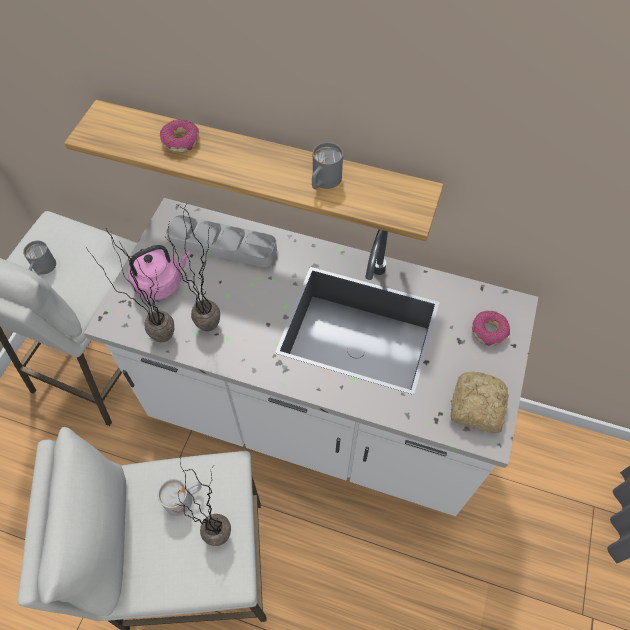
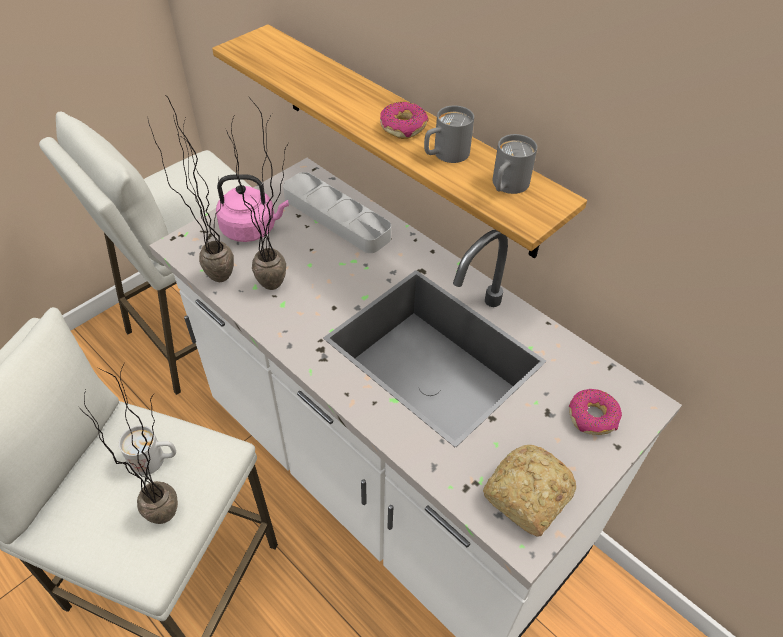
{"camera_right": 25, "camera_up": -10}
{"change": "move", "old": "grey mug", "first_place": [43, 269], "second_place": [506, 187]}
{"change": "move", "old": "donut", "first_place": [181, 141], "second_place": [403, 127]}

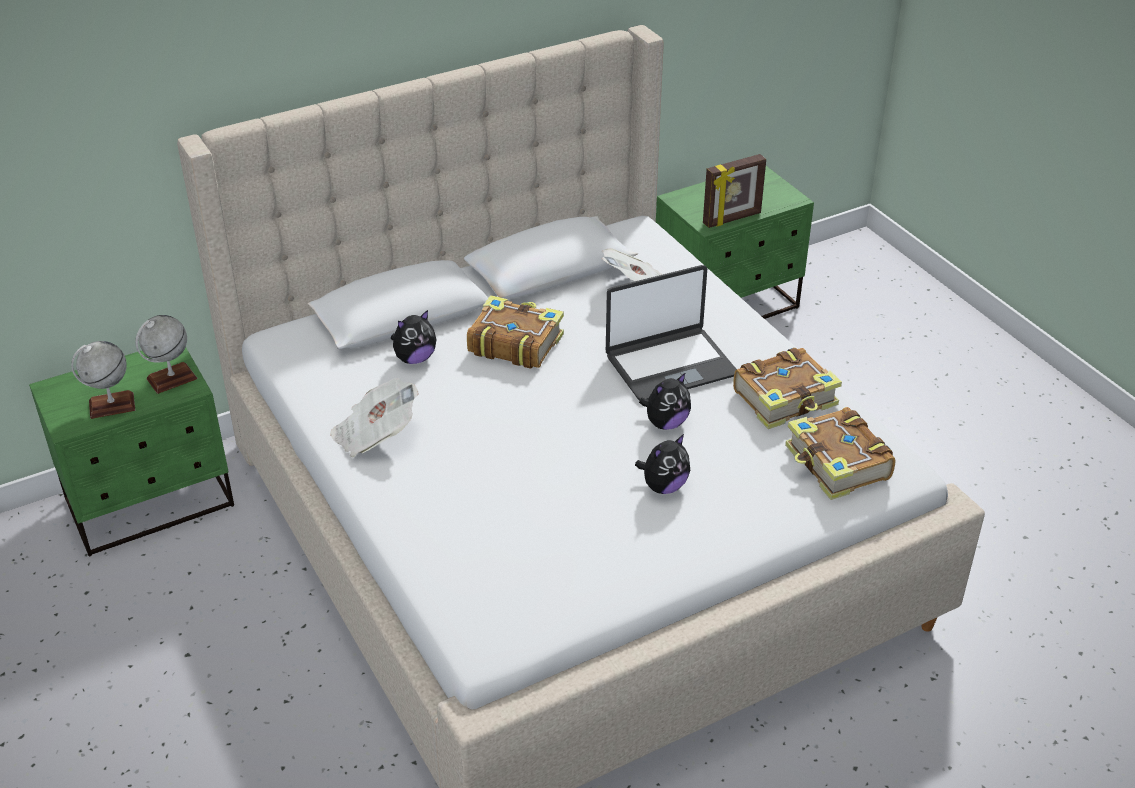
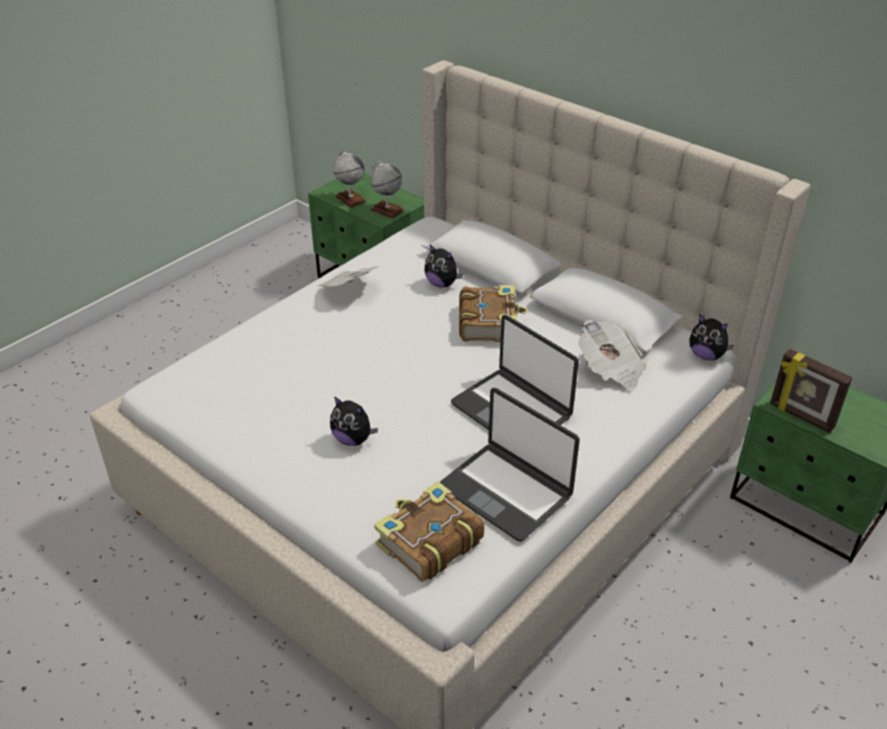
{"camera_right": 70, "camera_up": 0}
{"change": "move", "old": "plush toy", "first_place": [665, 423], "second_place": [706, 355]}
{"change": "replace", "old": "book", "new": "laptop", "first_place": [786, 399], "second_place": [506, 491]}

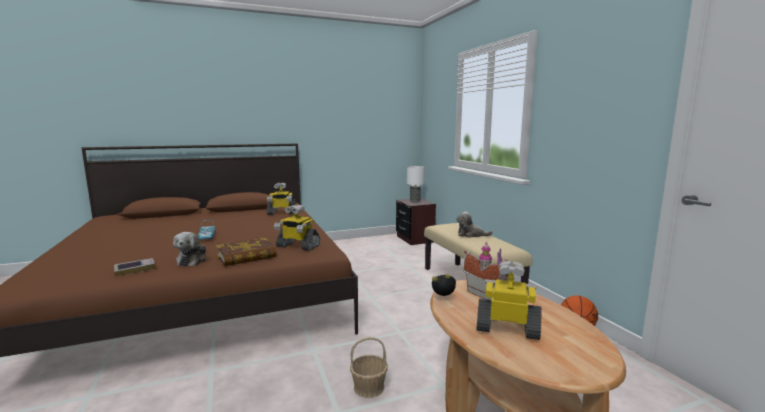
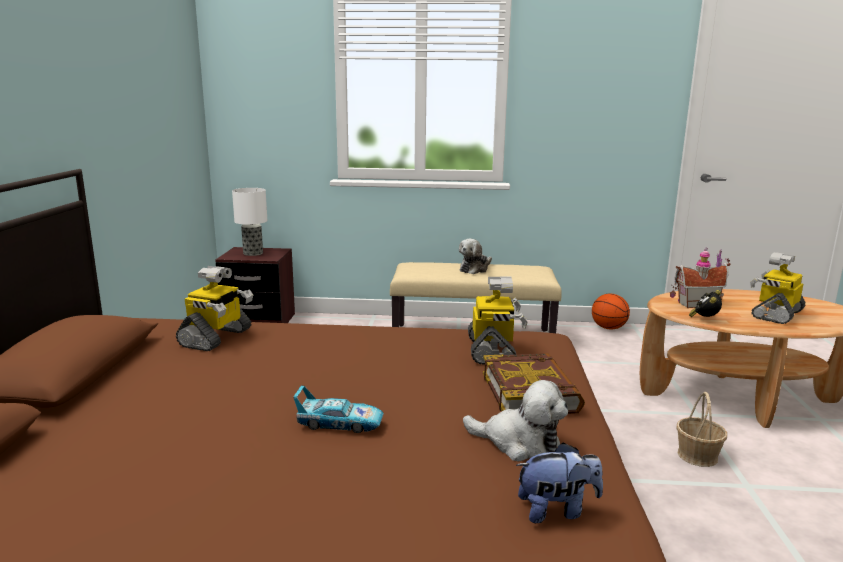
{"camera_right": -65, "camera_up": 5}
{"change": "replace", "old": "book", "new": "plush toy", "first_place": [135, 269], "second_place": [557, 510]}
{"change": "rotate", "old": "toy robot", "first_place": [297, 246], "second_place": [492, 351], "degrees": -45}

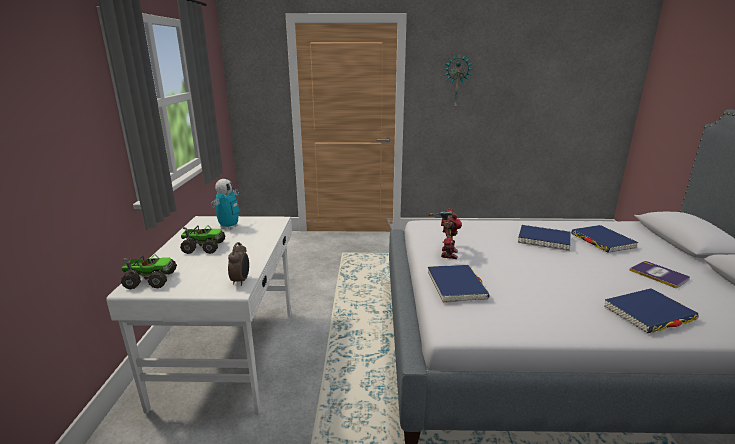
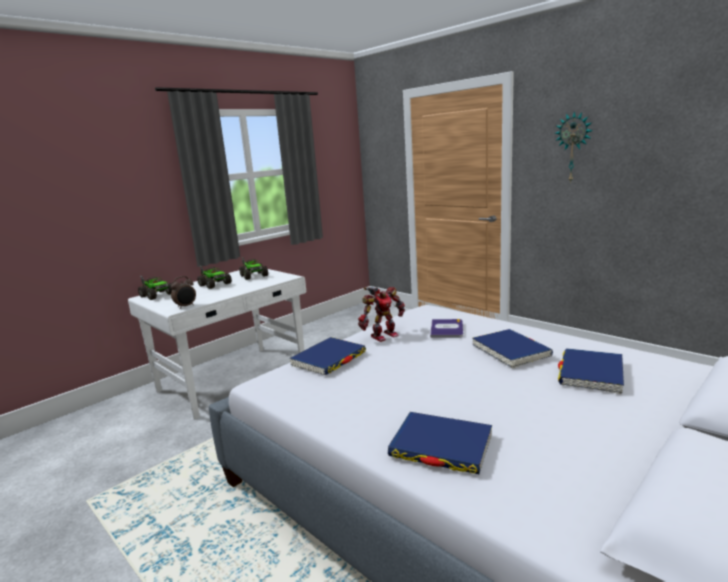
{"camera_right": 45, "camera_up": -5}
{"change": "replace", "old": "toy robot", "new": "toy truck", "first_place": [229, 227], "second_place": [254, 276]}
{"change": "move", "old": "book", "first_place": [659, 275], "second_place": [446, 329]}

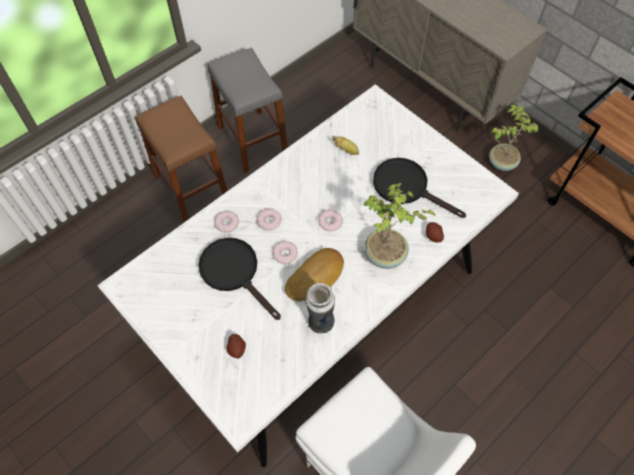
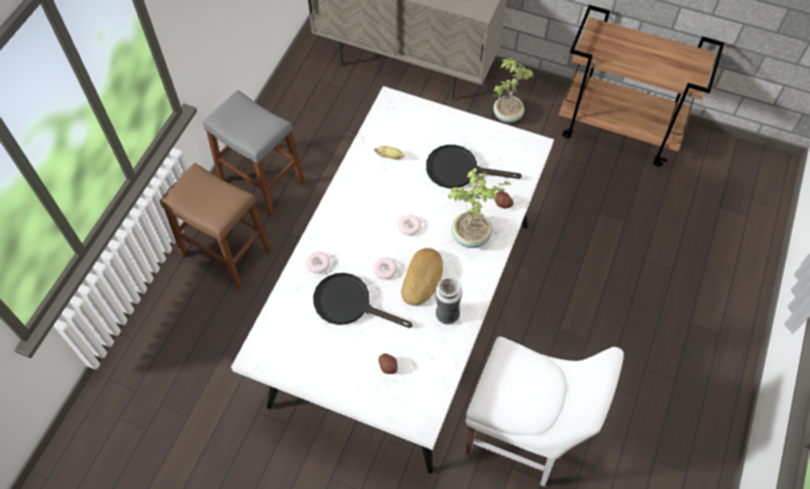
{"camera_right": -25, "camera_up": 0}
{"change": "delete", "old": "donut", "first_place": [269, 221]}

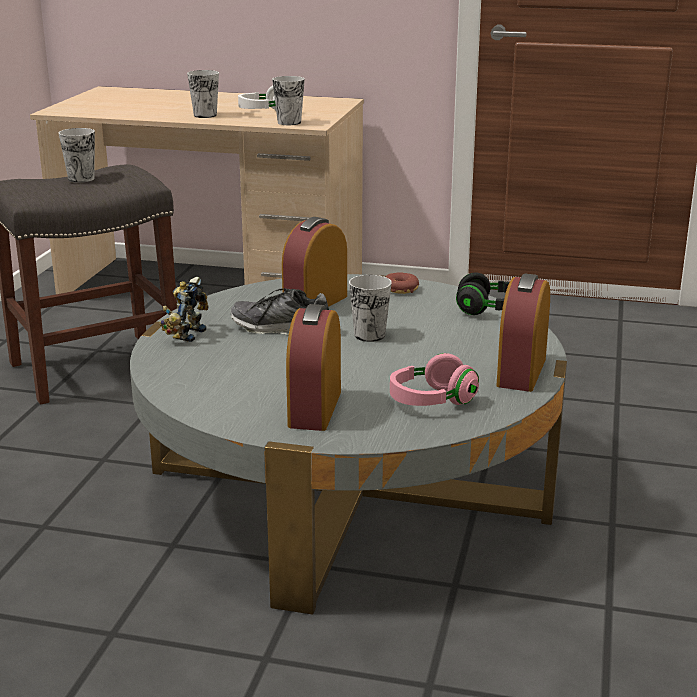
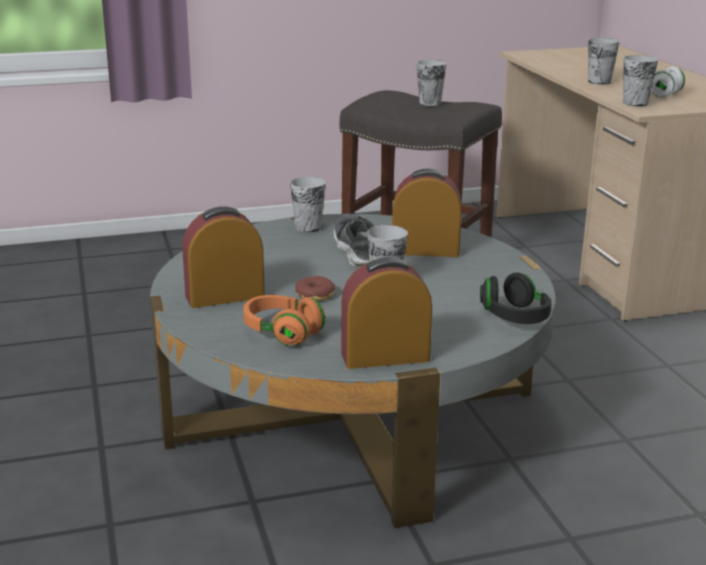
{"camera_right": 60, "camera_up": 0}
{"change": "replace", "old": "toy robot", "new": "cup", "first_place": [186, 334], "second_place": [308, 227]}
{"change": "move", "old": "donut", "first_place": [400, 289], "second_place": [315, 295]}
{"change": "recolor", "old": "pink headphones", "new": "orange headphones", "first_place": [431, 401], "second_place": [282, 332]}

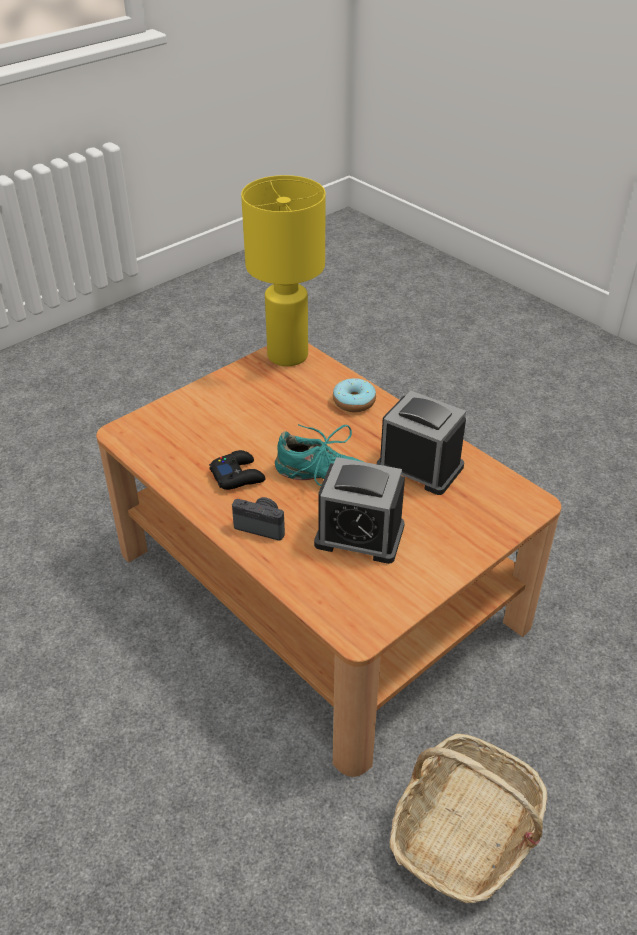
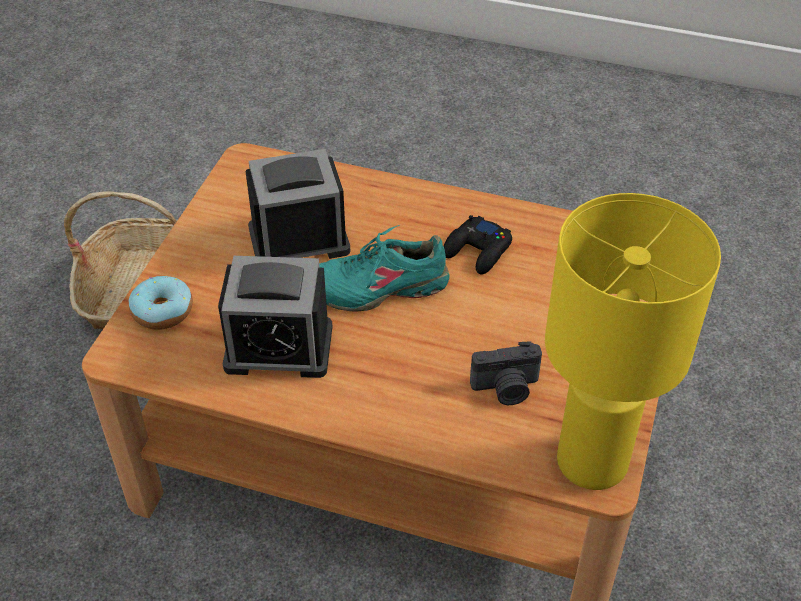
{"camera_right": 150, "camera_up": 5}
{"change": "move", "old": "photo camera", "first_place": [262, 525], "second_place": [506, 389]}
{"change": "move", "old": "donut", "first_place": [354, 402], "second_place": [162, 311]}

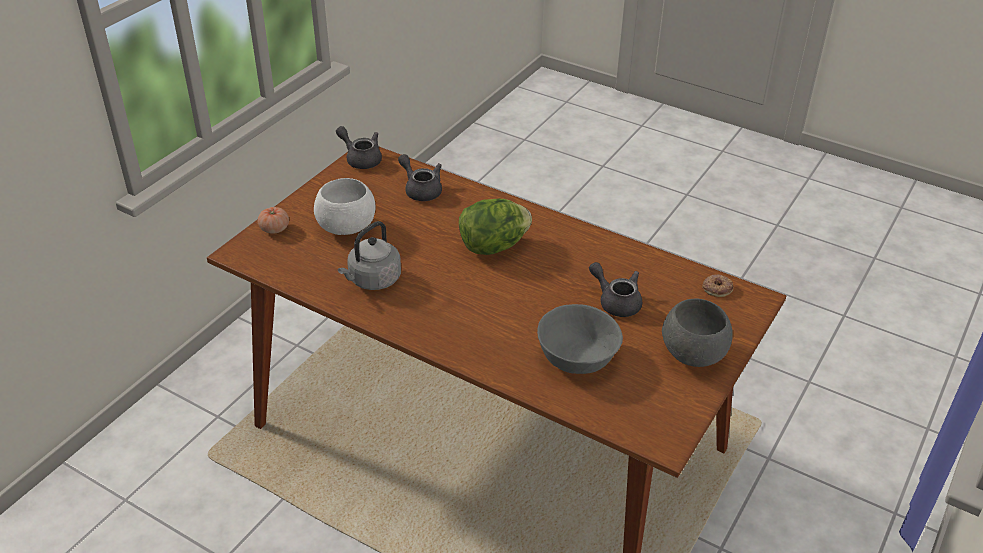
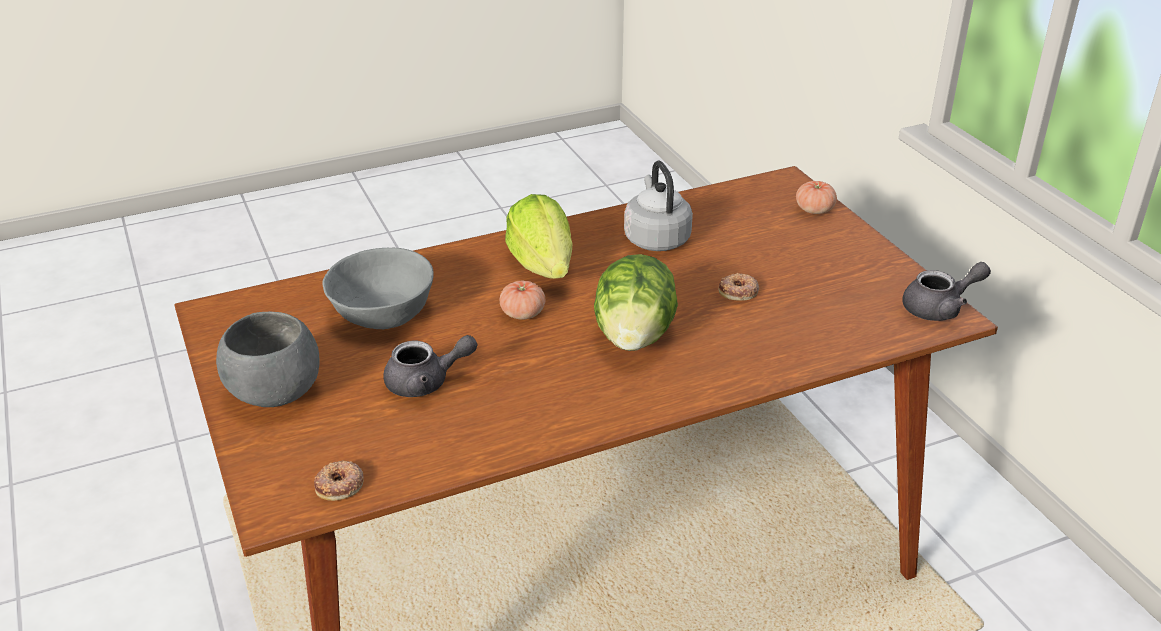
{"camera_right": 125, "camera_up": -5}
{"change": "delete", "old": "white bowl", "first_place": [347, 228]}
{"change": "delete", "old": "grey teapot", "first_place": [421, 189]}
{"change": "insert", "new": "tomato", "second_place": [522, 313]}
{"change": "insert", "new": "lettuce", "second_place": [543, 265]}
{"change": "insert", "new": "donut", "second_place": [739, 291]}

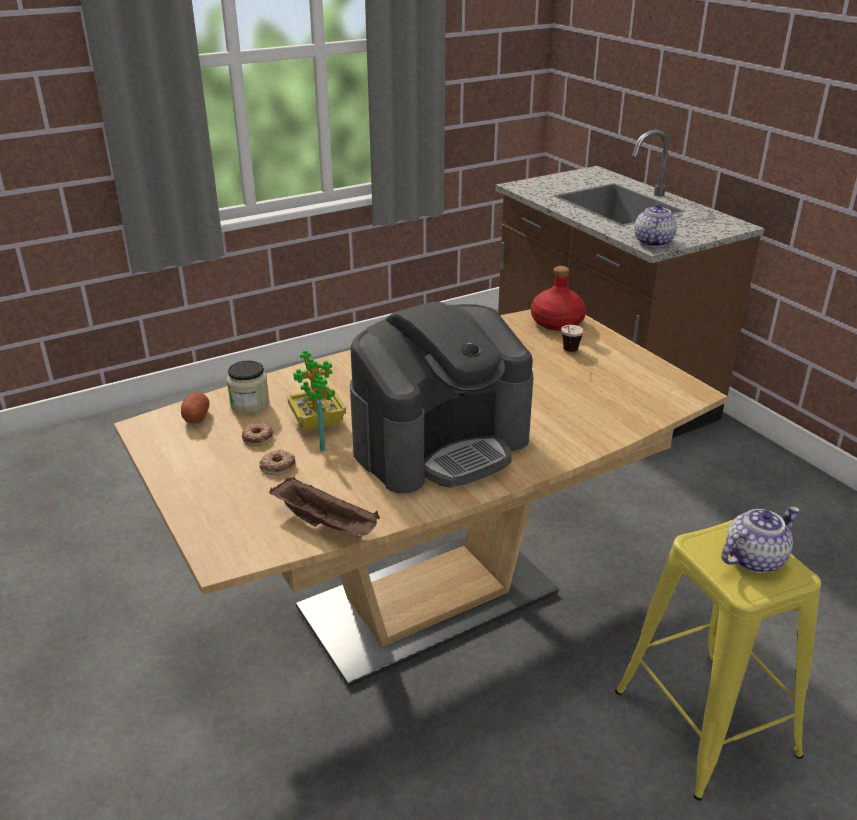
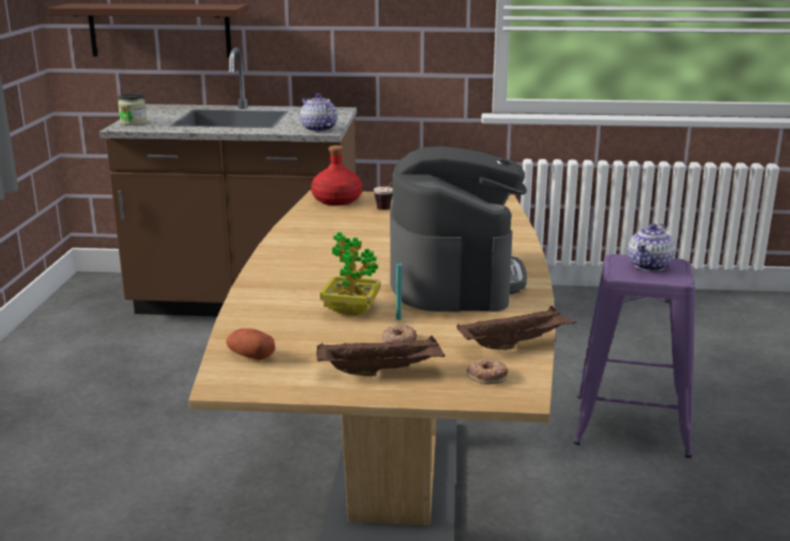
{"camera_right": -55, "camera_up": -10}
{"change": "move", "old": "jar", "first_place": [250, 404], "second_place": [133, 123]}
{"change": "move", "old": "donut", "first_place": [258, 437], "second_place": [487, 375]}
{"change": "recolor", "old": "yellow stool", "new": "purple stool", "first_place": [705, 722], "second_place": [631, 425]}
{"change": "rotate", "old": "teapot", "first_place": [754, 558], "second_place": [650, 266], "degrees": -150}
{"change": "insert", "new": "brown shelf", "second_place": [160, 30]}
{"change": "insert", "new": "brown tray", "second_place": [382, 371]}

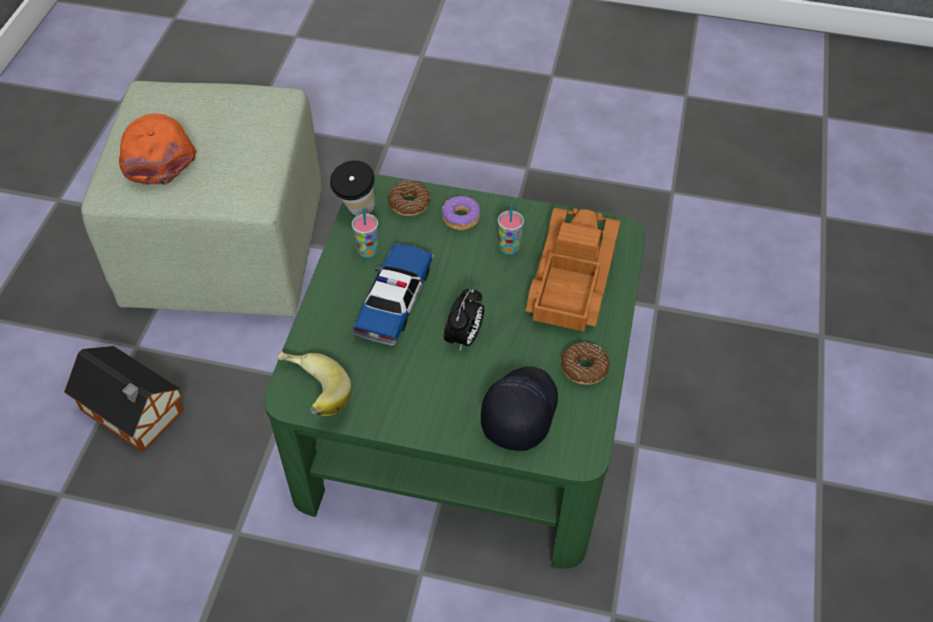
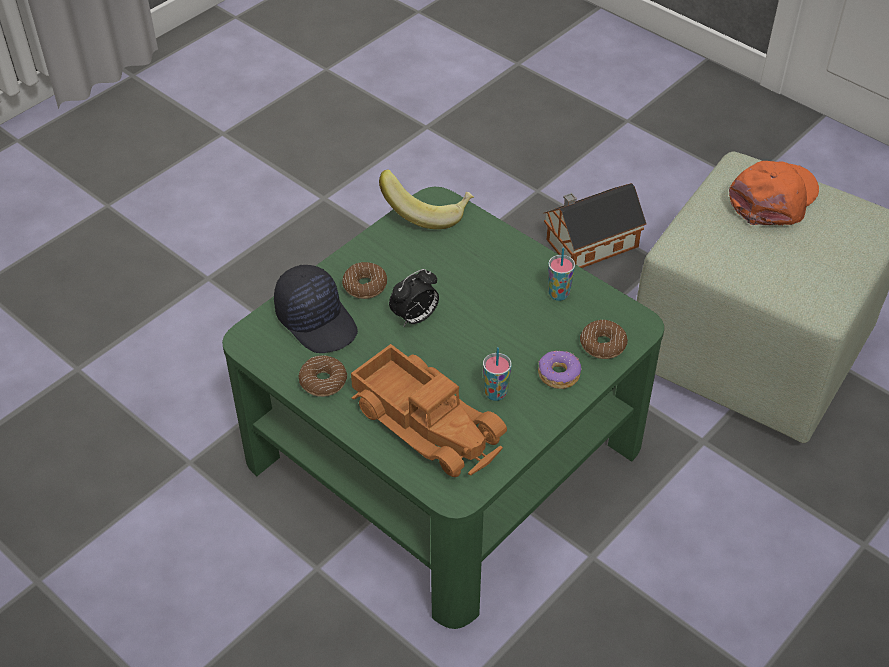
{"camera_right": 120, "camera_up": -5}
{"change": "rotate", "old": "orange cap", "first_place": [156, 153], "second_place": [774, 198], "degrees": -60}
{"change": "delete", "old": "cup", "first_place": [357, 213]}
{"change": "delete", "old": "toy car", "first_place": [395, 300]}
{"change": "rotate", "old": "alarm clock", "first_place": [464, 338], "second_place": [415, 318], "degrees": -90}
{"change": "insert", "new": "donut", "second_place": [365, 286]}

